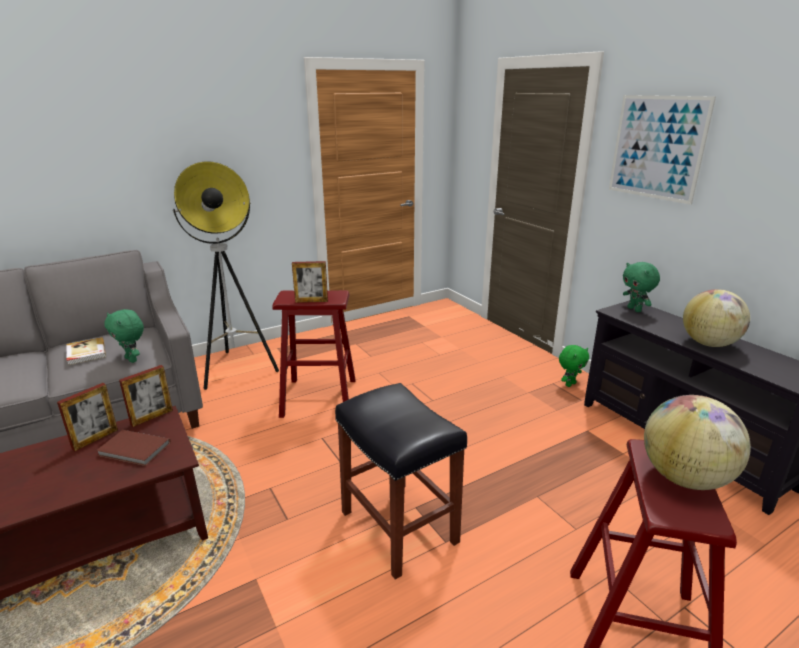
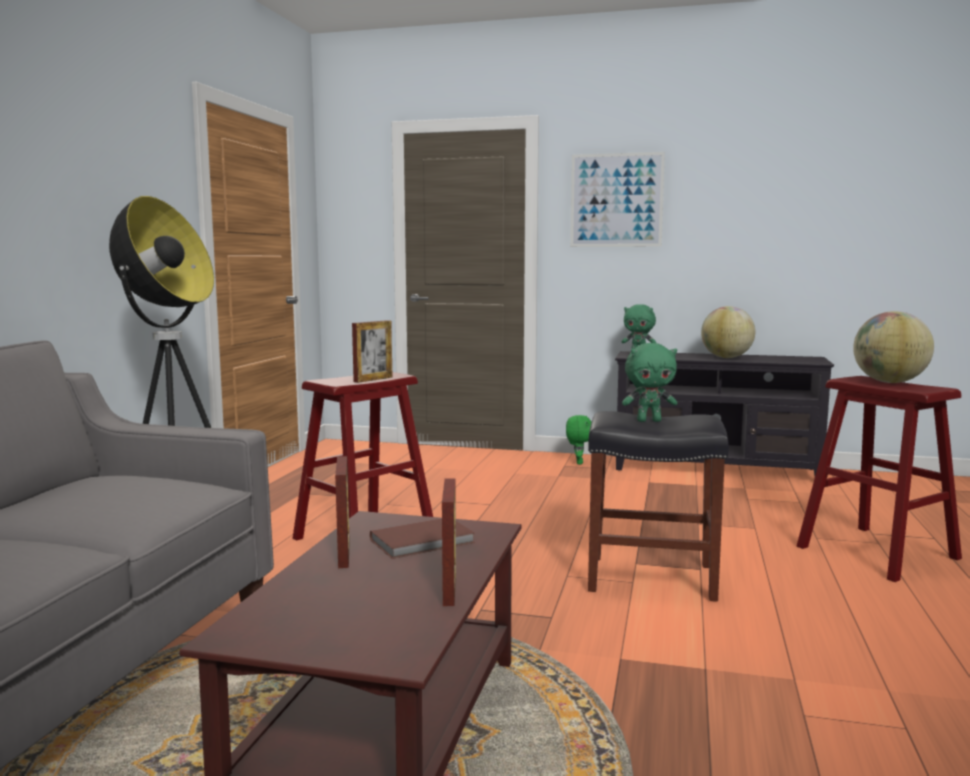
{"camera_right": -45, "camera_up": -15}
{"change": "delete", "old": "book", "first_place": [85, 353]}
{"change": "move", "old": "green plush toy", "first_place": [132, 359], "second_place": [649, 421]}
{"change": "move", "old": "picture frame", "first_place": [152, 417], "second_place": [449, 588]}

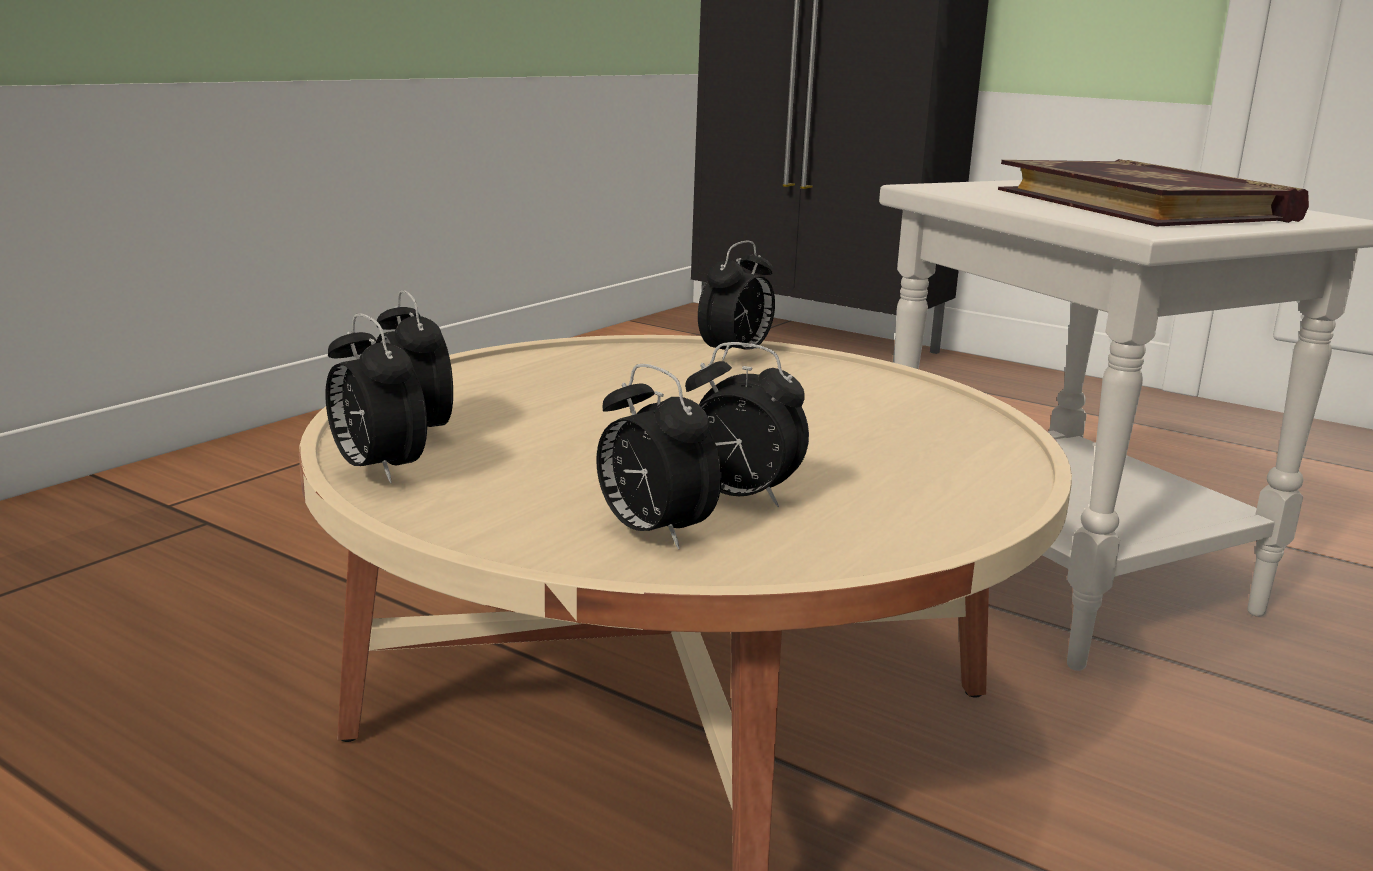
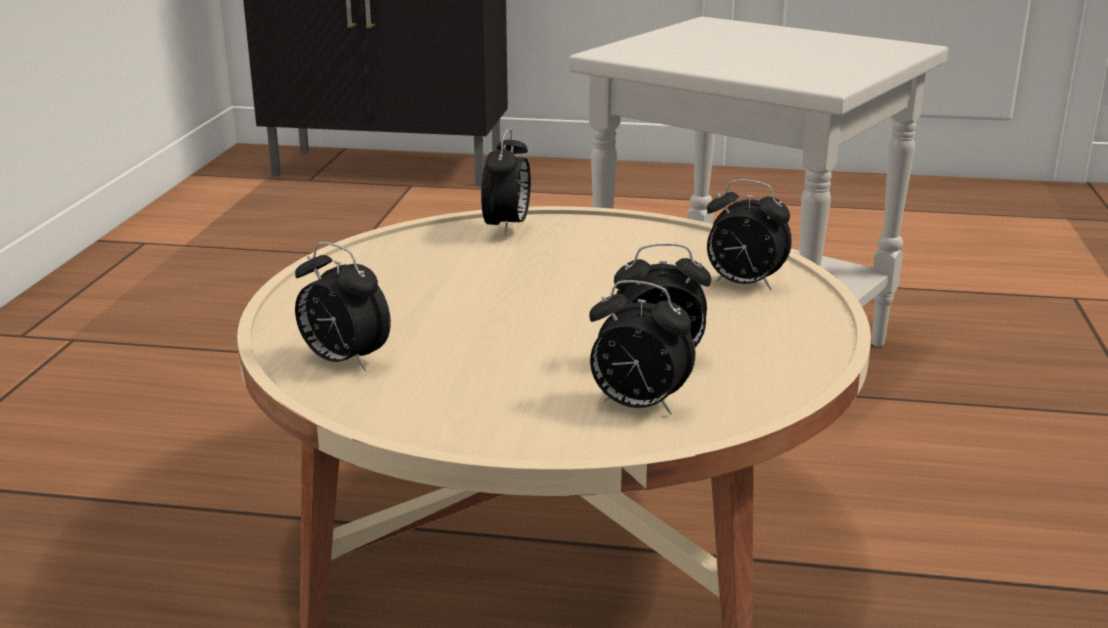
{"camera_right": -25, "camera_up": 5}
{"change": "move", "old": "alarm clock", "first_place": [376, 470], "second_place": [743, 285]}
{"change": "delete", "old": "book", "first_place": [1144, 204]}

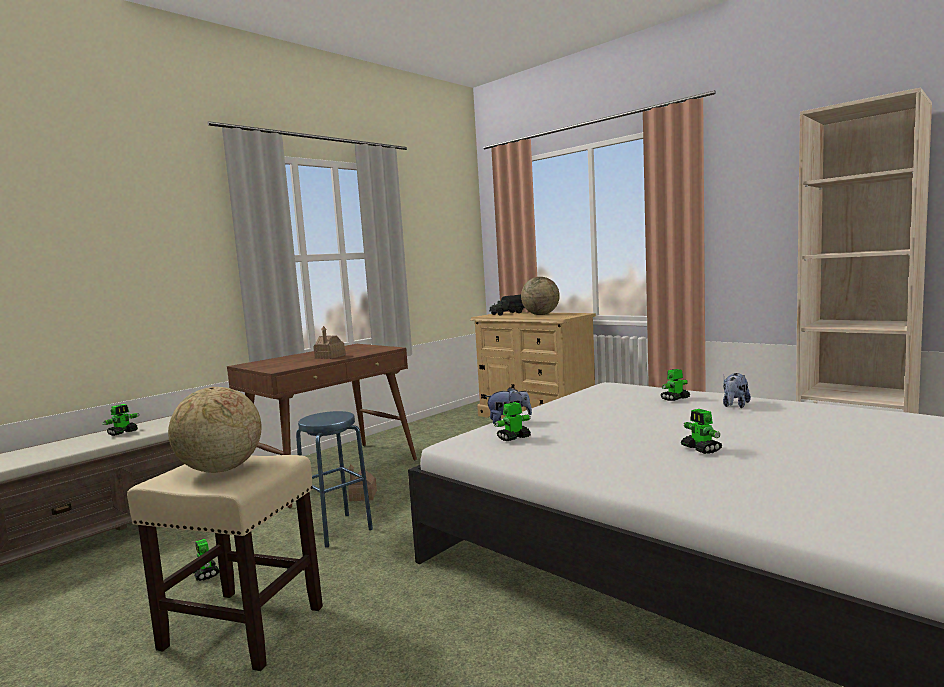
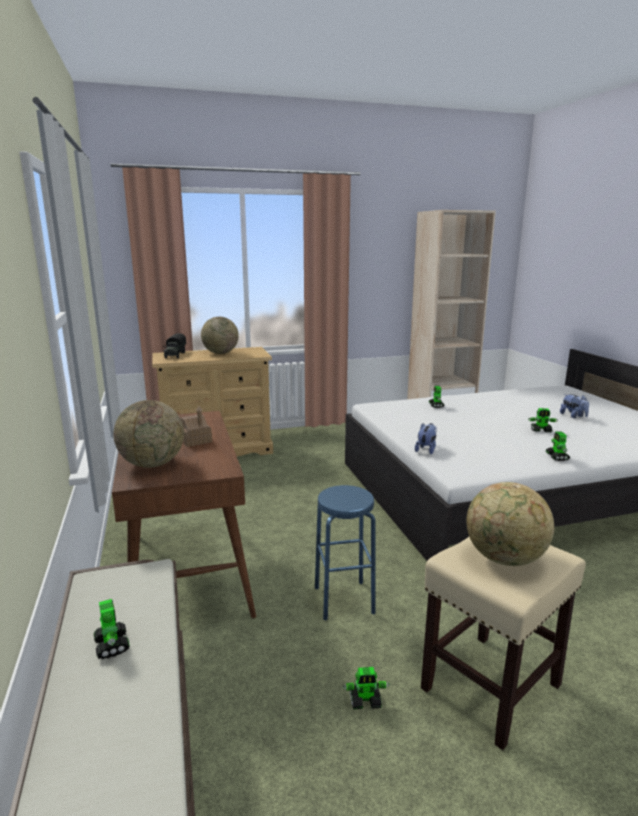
{"camera_right": -60, "camera_up": 10}
{"change": "delete", "old": "toy house", "first_place": [363, 496]}
{"change": "move", "old": "toy robot", "first_place": [513, 438], "second_place": [557, 457]}
{"change": "move", "old": "plush toy", "first_place": [735, 406], "second_place": [573, 416]}
{"change": "insert", "new": "globe", "second_place": [152, 464]}

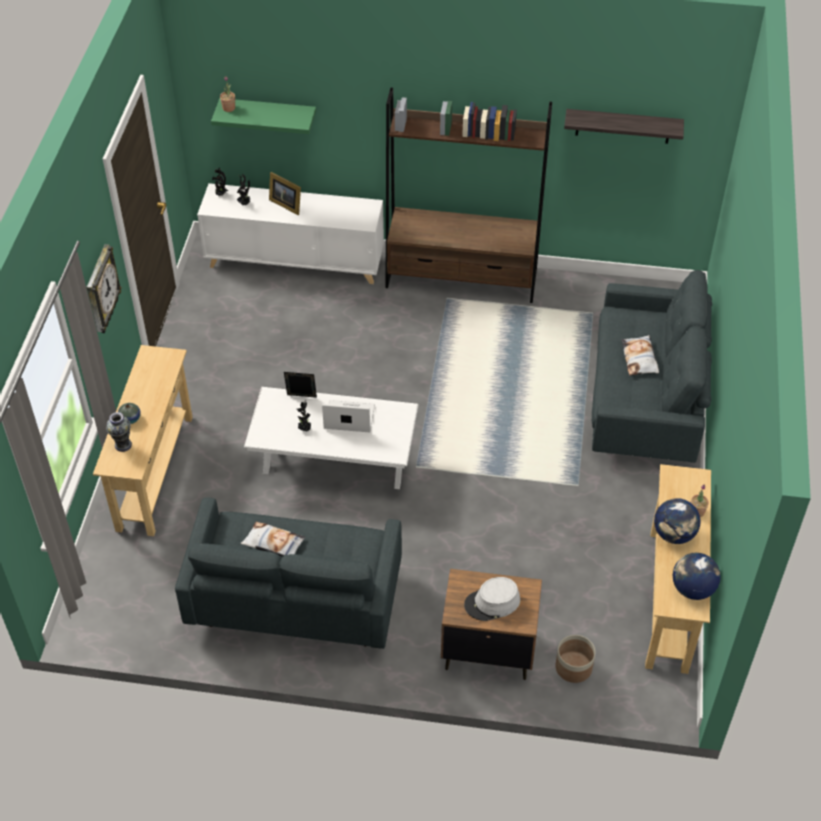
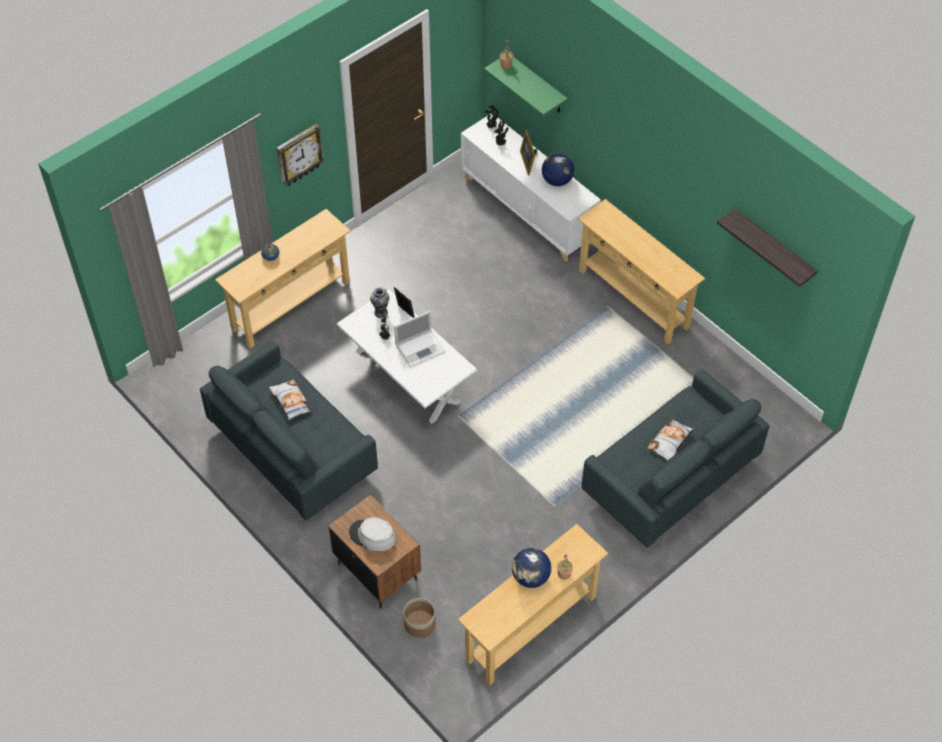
{"camera_right": 40, "camera_up": 5}
{"change": "move", "old": "vase", "first_place": [123, 445], "second_place": [381, 312]}
{"change": "rotate", "old": "laptop", "first_place": [348, 417], "second_place": [421, 348], "degrees": 105}
{"change": "replace", "old": "brown bookcase", "new": "beige console table", "first_place": [462, 279], "second_place": [634, 298]}
{"change": "move", "old": "globe", "first_place": [692, 589], "second_place": [557, 181]}

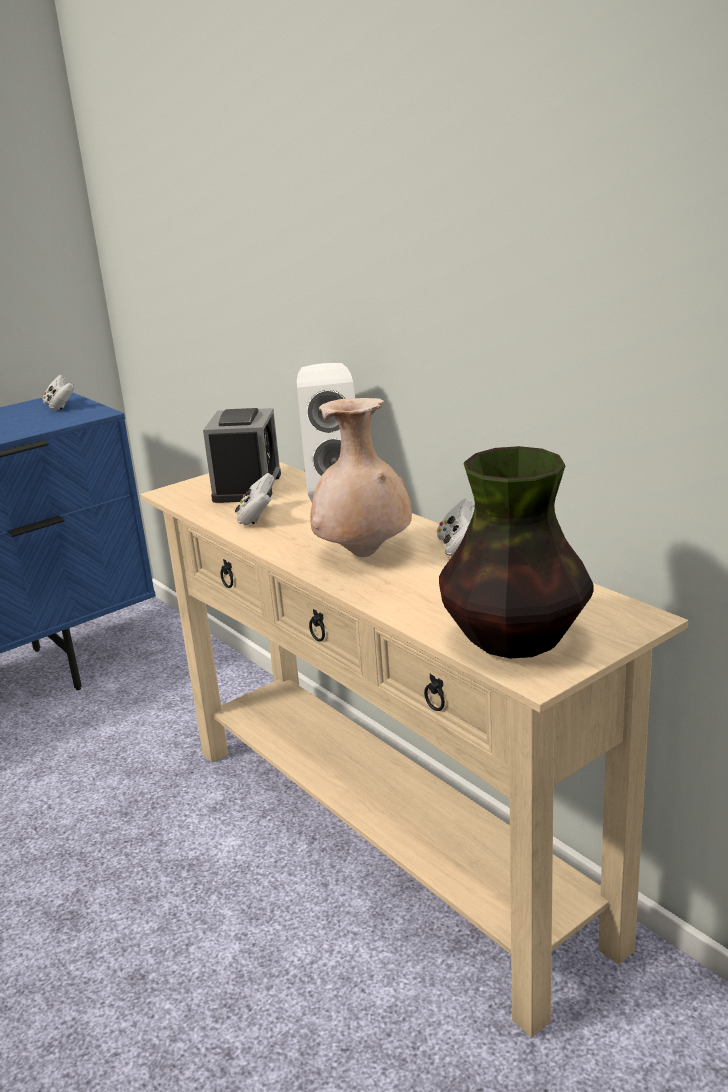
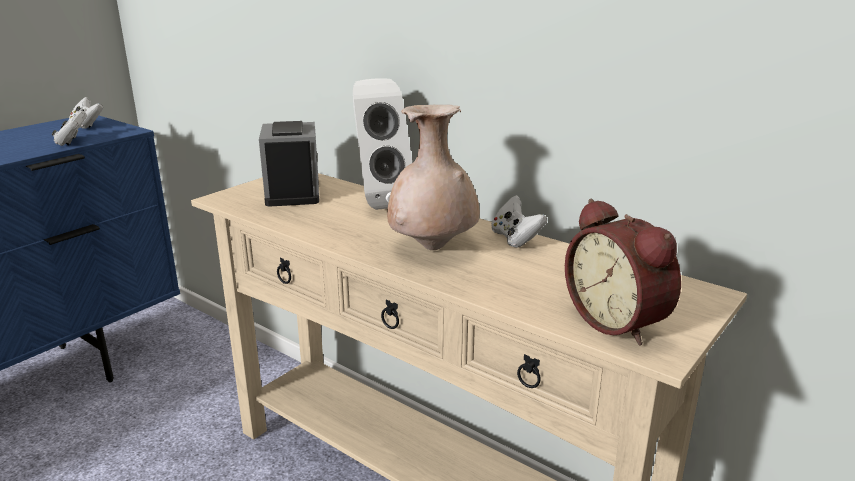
{"camera_right": -15, "camera_up": 0}
{"change": "move", "old": "white game controller", "first_place": [257, 517], "second_place": [72, 141]}
{"change": "replace", "old": "vase", "new": "alarm clock", "first_place": [515, 642], "second_place": [619, 321]}

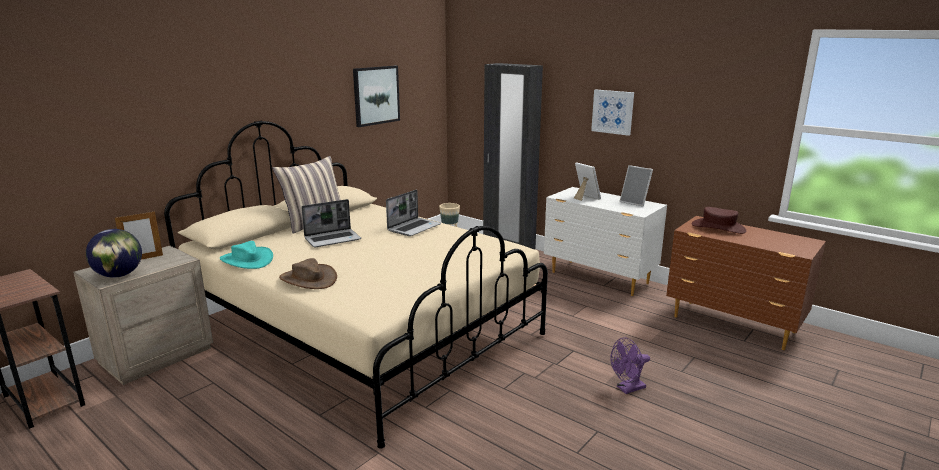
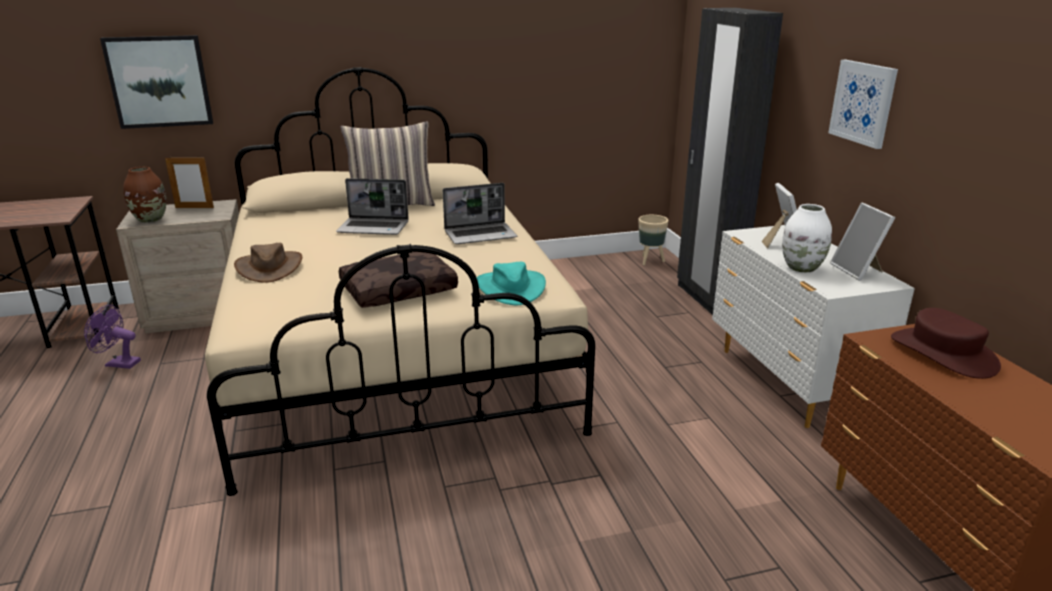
{"camera_right": 35, "camera_up": 5}
{"change": "replace", "old": "globe", "new": "brown vase", "first_place": [119, 275], "second_place": [150, 219]}
{"change": "move", "old": "turquoise hat", "first_place": [247, 260], "second_place": [510, 288]}
{"change": "move", "old": "picture", "first_place": [376, 95], "second_place": [159, 81]}
{"change": "move", "old": "purple fan", "first_place": [627, 389], "second_place": [118, 363]}
{"change": "insert", "new": "brown pillow", "second_place": [399, 290]}
{"change": "insert", "new": "white vase", "second_place": [802, 268]}

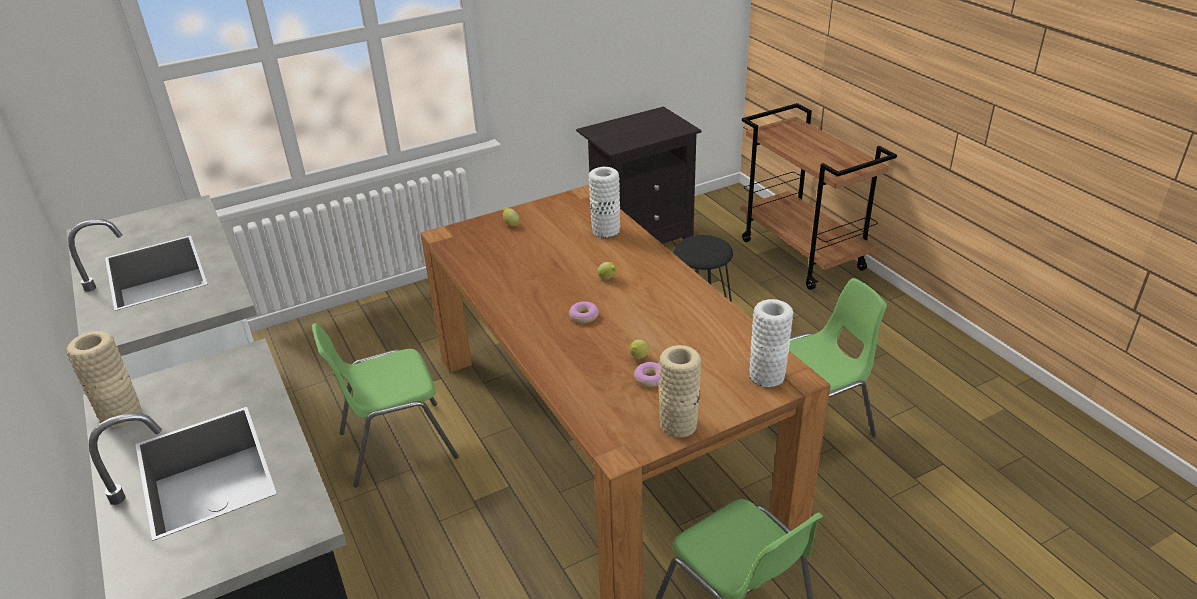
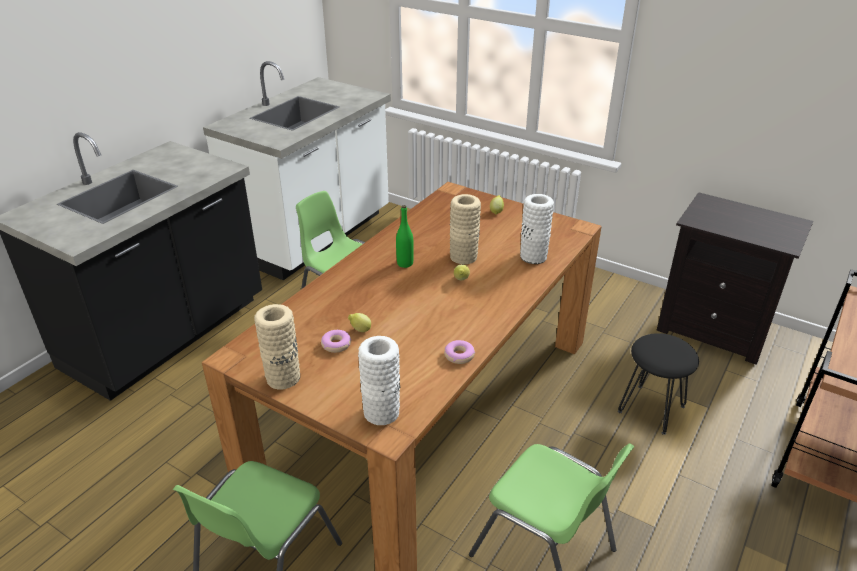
{"camera_right": 60, "camera_up": 0}
{"change": "move", "old": "beige vase", "first_place": [120, 413], "second_place": [463, 257]}
{"change": "move", "old": "donut", "first_place": [584, 316], "second_place": [459, 355]}
{"change": "insert", "new": "green bottle", "second_place": [405, 263]}

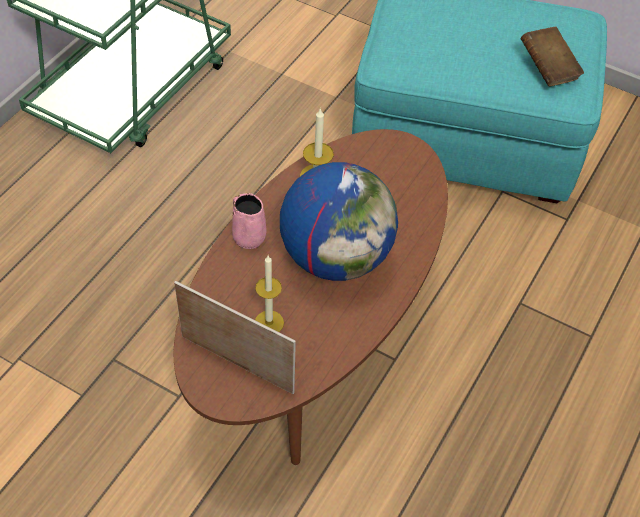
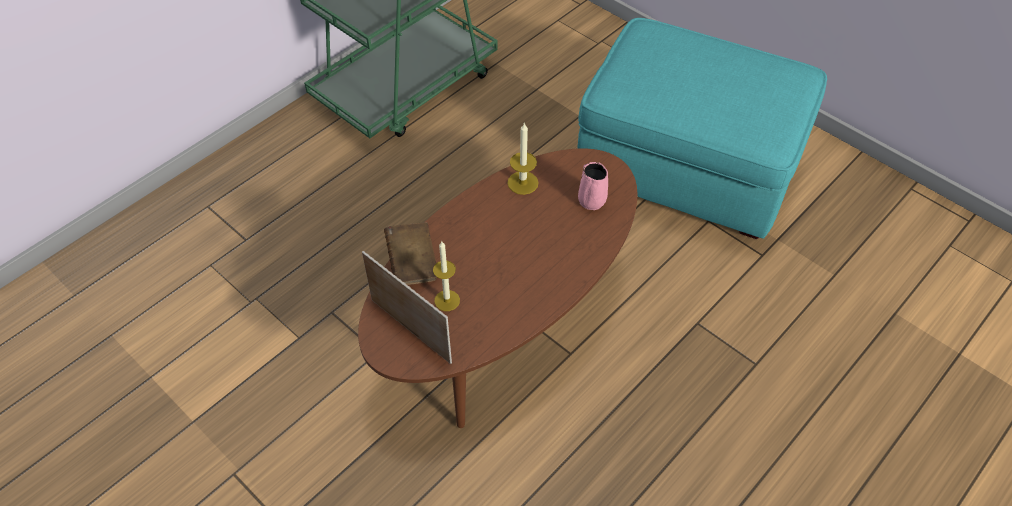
{"camera_right": 15, "camera_up": 0}
{"change": "move", "old": "pink mug", "first_place": [248, 236], "second_place": [591, 199]}
{"change": "delete", "old": "globe", "first_place": [336, 257]}
{"change": "move", "old": "brown book", "first_place": [548, 69], "second_place": [412, 264]}

